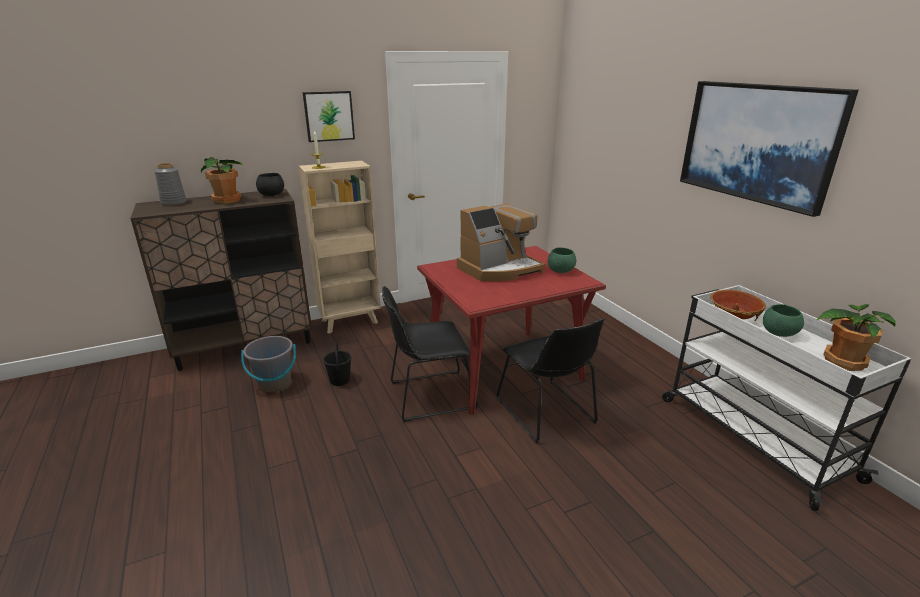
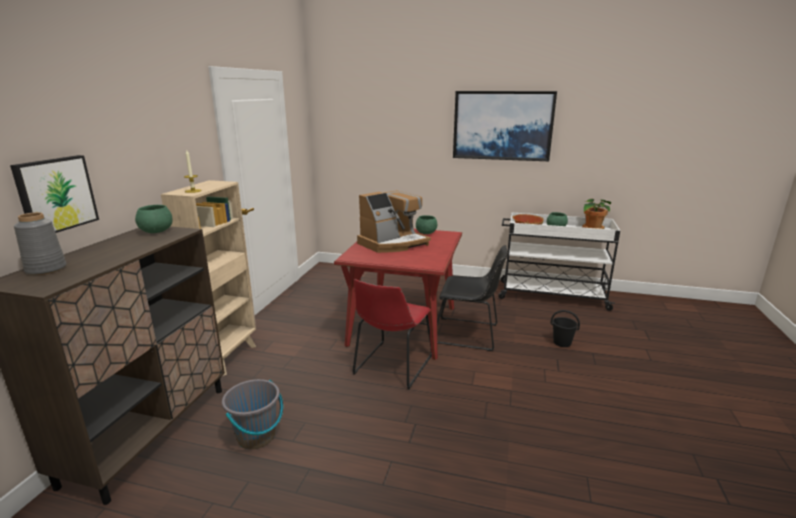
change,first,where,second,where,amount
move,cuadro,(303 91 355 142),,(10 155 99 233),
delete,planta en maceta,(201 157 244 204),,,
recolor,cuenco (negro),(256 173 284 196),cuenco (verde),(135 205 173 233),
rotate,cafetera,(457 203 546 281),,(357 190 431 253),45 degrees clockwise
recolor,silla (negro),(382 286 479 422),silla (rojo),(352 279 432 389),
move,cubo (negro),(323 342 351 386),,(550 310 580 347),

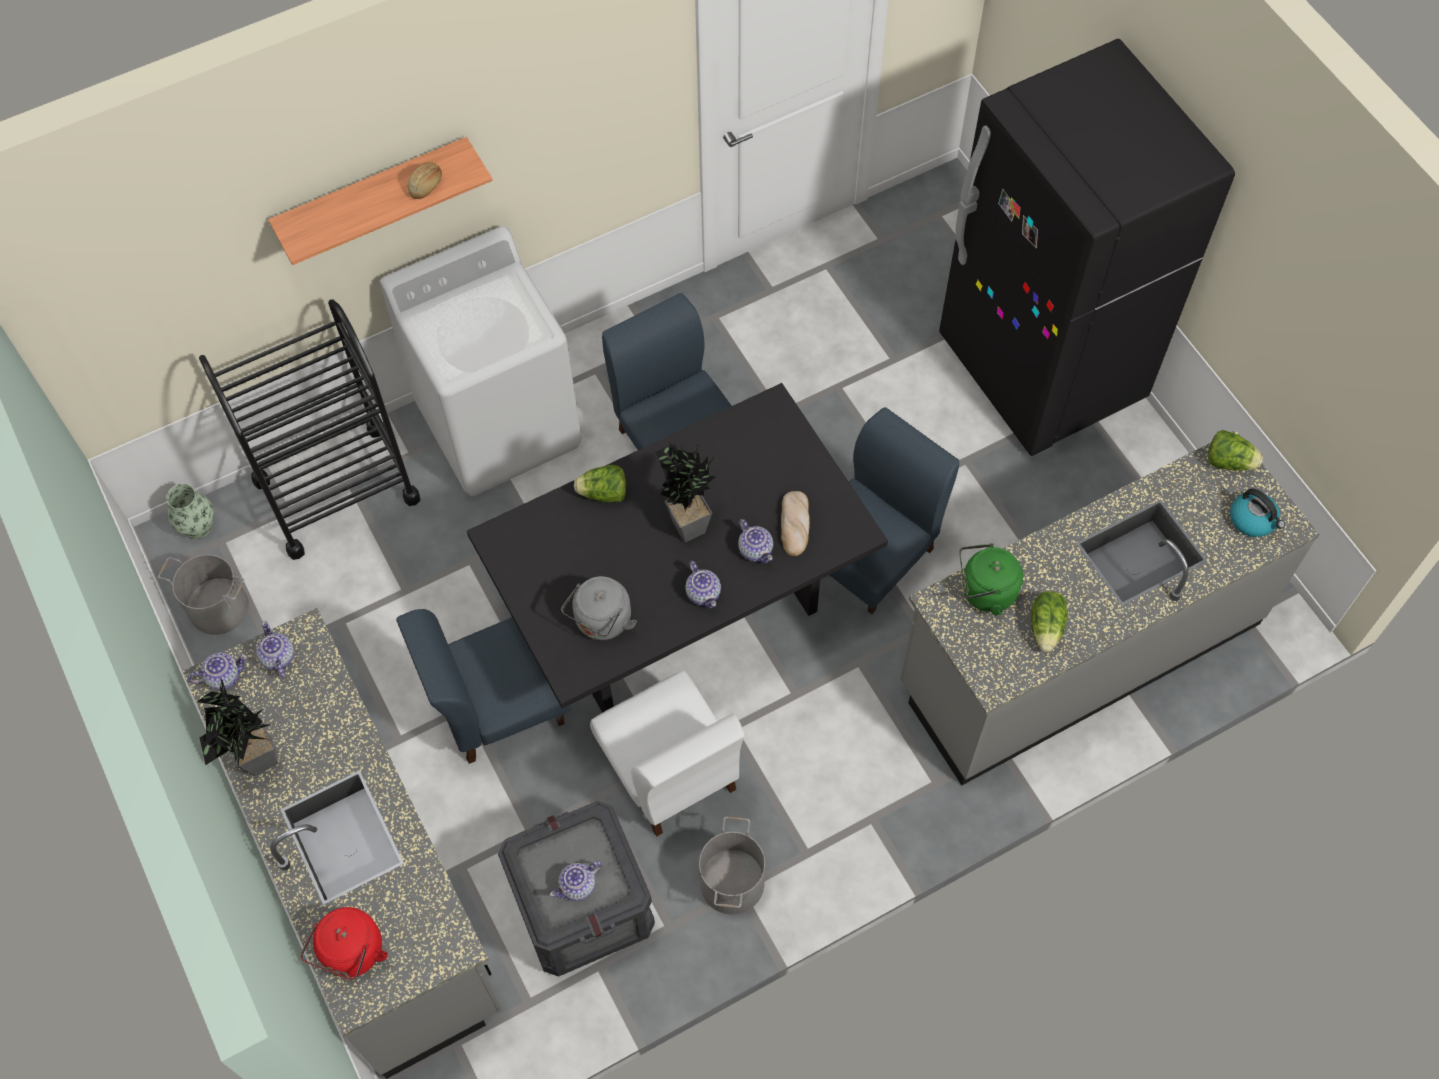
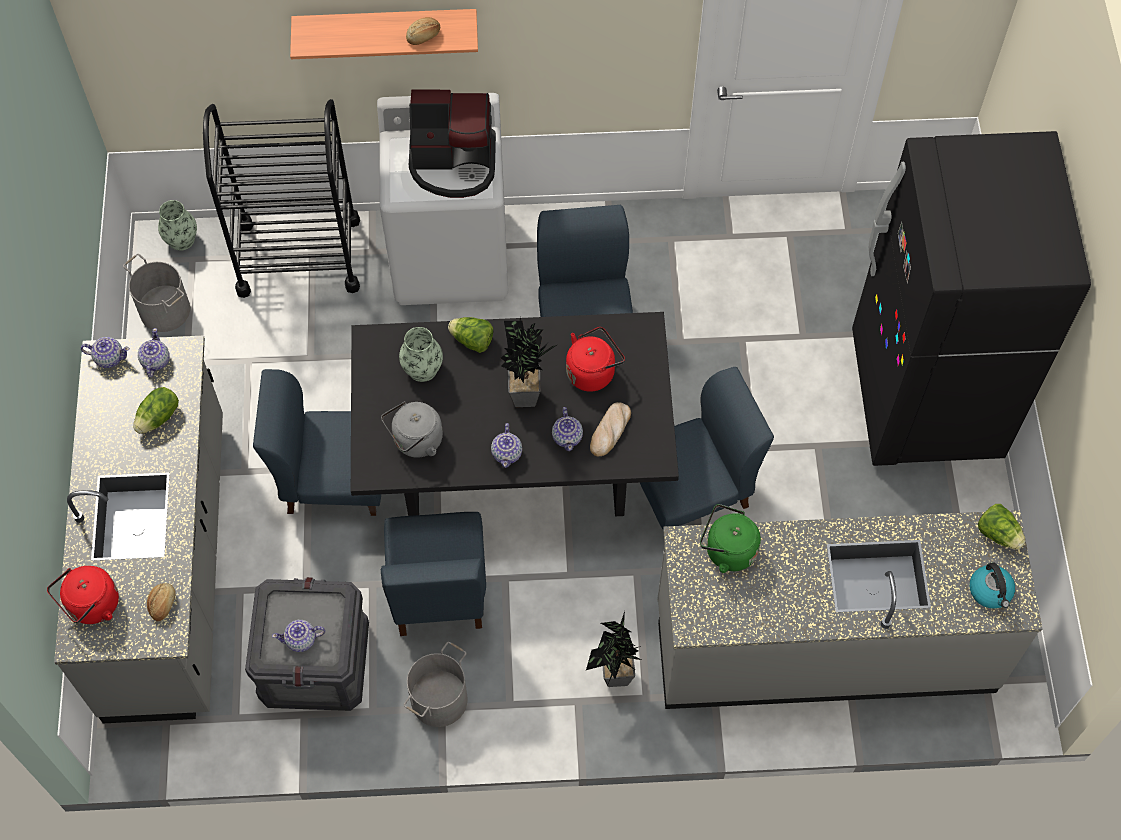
change,first,where,second,where,amount
move,lechuga,(1031 591 1067 652),,(133 387 179 434),
recolor,silla (blanco),(590 670 745 836),silla (azul),(381 512 486 636),
move,planta en maceta,(197 677 278 776),,(586 611 641 687),
insert,,,cafetera,(409 90 496 198),
insert,,,florero,(399 327 443 382),
insert,,,hervidor (rojo),(566 327 625 392),
insert,,,pan,(147 583 176 621),

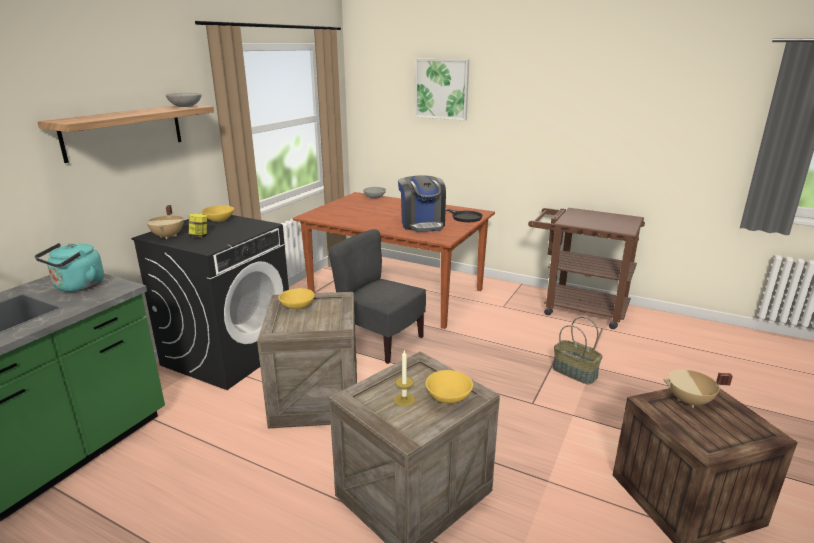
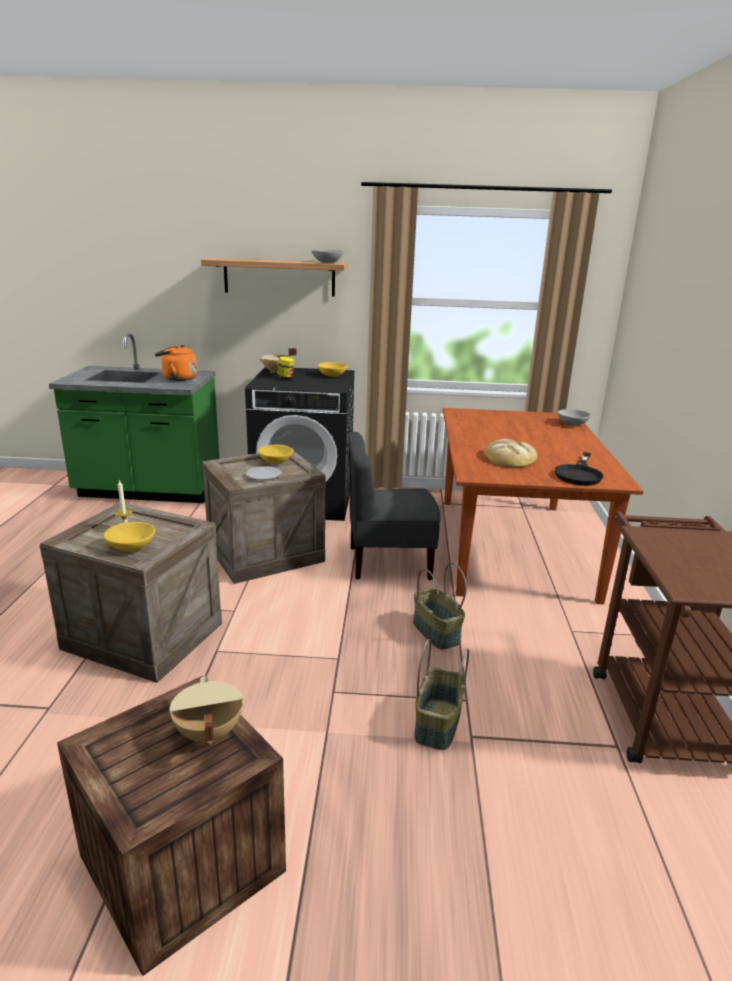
change,first,where,second,where,amount
delete,cuadro,(415 59 469 120),,,
replace,cafetera,(398 175 446 232),pan,(484 439 538 468),
rotate,silla (gris),(328 229 426 364),,(348 432 441 580),105 degrees counterclockwise
recolor,hervidor (turquesa),(35 243 104 292),hervidor (naranja),(155 345 198 381),
insert,,,plato,(246 467 281 480),
insert,,,cesta,(413 562 466 649),

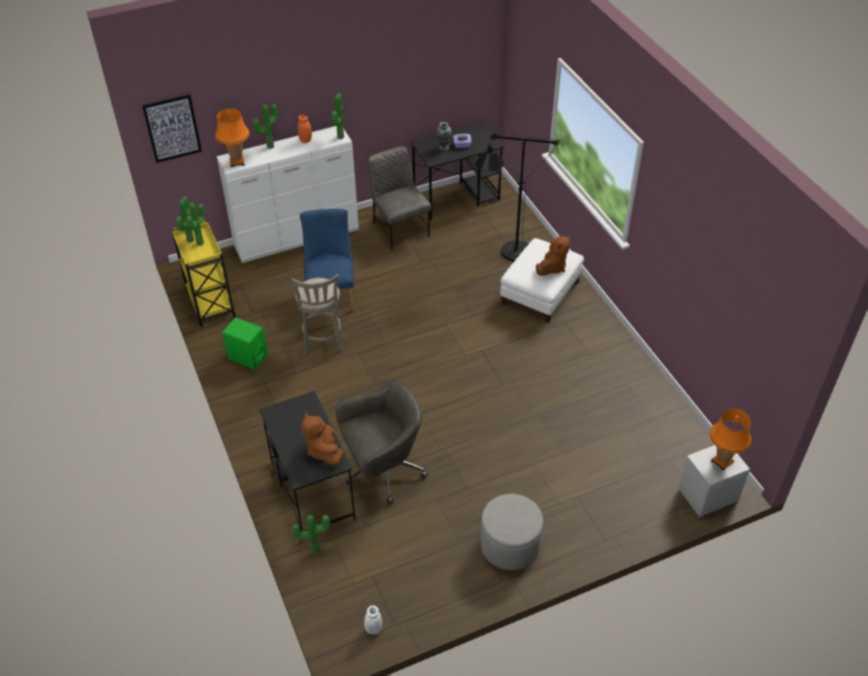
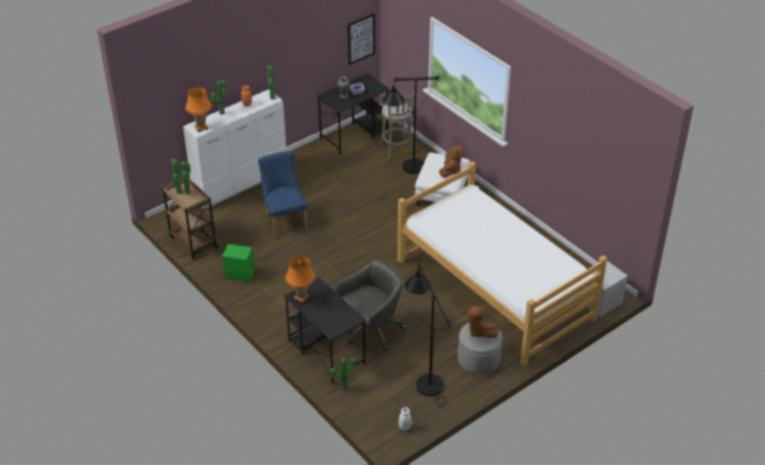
change,first,where,second,where,amount
move,cuadro,(142 94 202 163),,(348 13 375 65),
delete,silla (gris),(369 147 431 250),,,
recolor,carrito (amarillo),(171 221 236 327),carrito (marrón),(162 176 219 260),
move,taburete (gris),(291 274 344 355),,(379 91 417 158),
move,lámpara de mesa (naranja),(710 409 752 471),,(286 256 315 304),
move,peluche (marrón),(301 413 344 465),,(468 305 499 338),
insert,,,cama,(398 161 607 366),
insert,,,lámpara de pie (negro),(405 264 451 407),

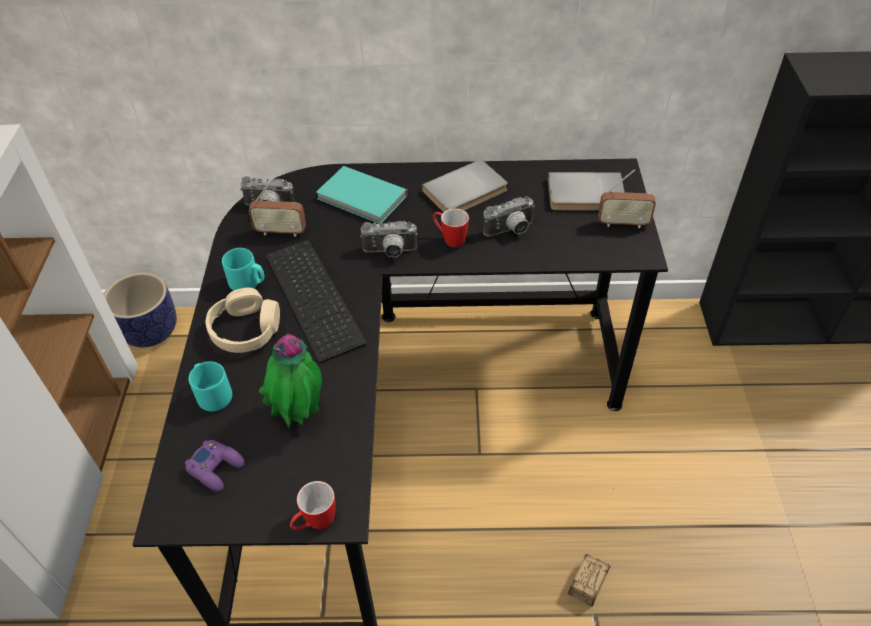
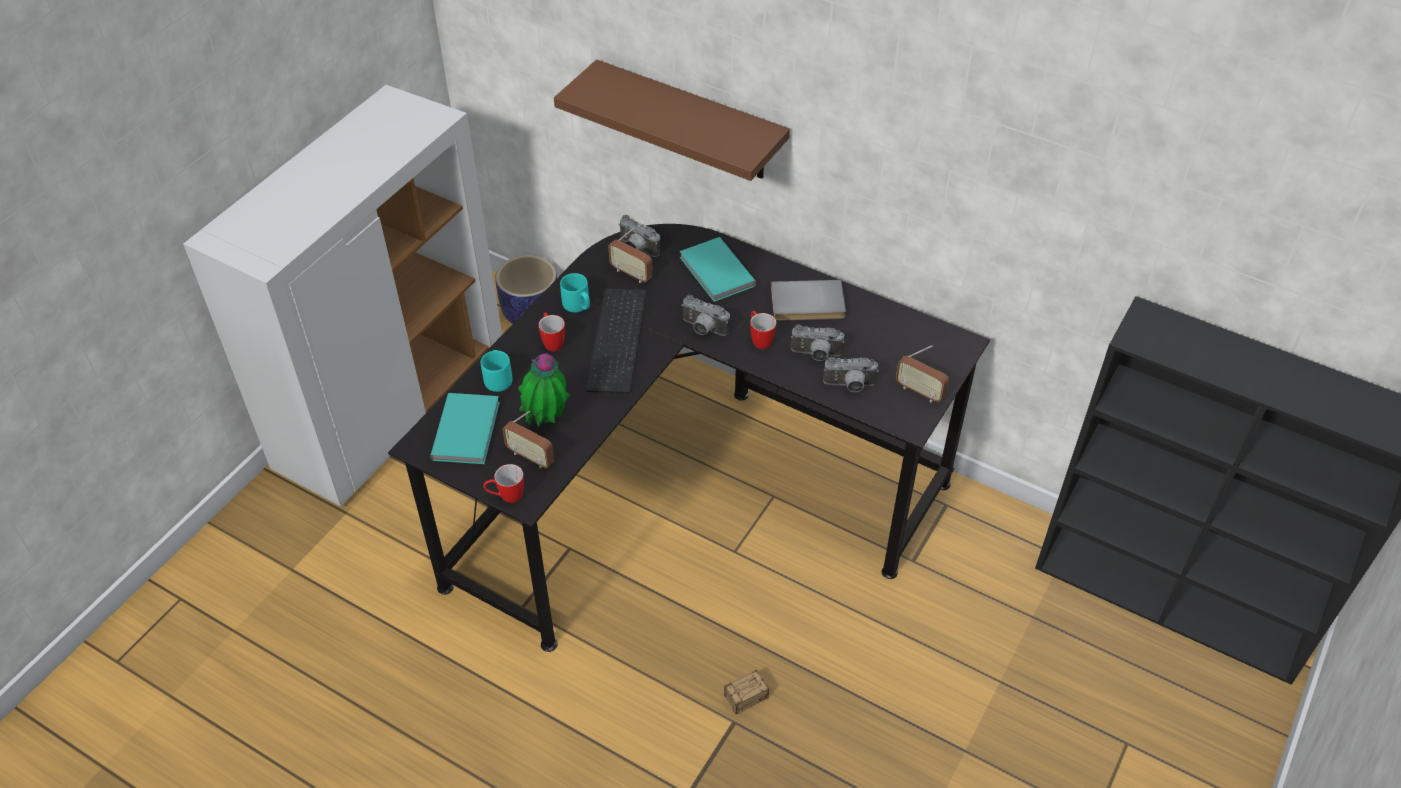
change,first,where,second,where,amount
delete,libro (gris),(548 172 625 211),,,
replace,auriculares (beis),(206 287 280 353),taza grande,(538 312 565 351),
replace,mando de consola (morado),(185 440 245 492),libro (turquesa),(430 393 500 464),
insert,,,estante (marrón),(554 60 790 181),
insert,,,cámara,(823 357 879 392),
insert,,,radio,(503 411 554 468),

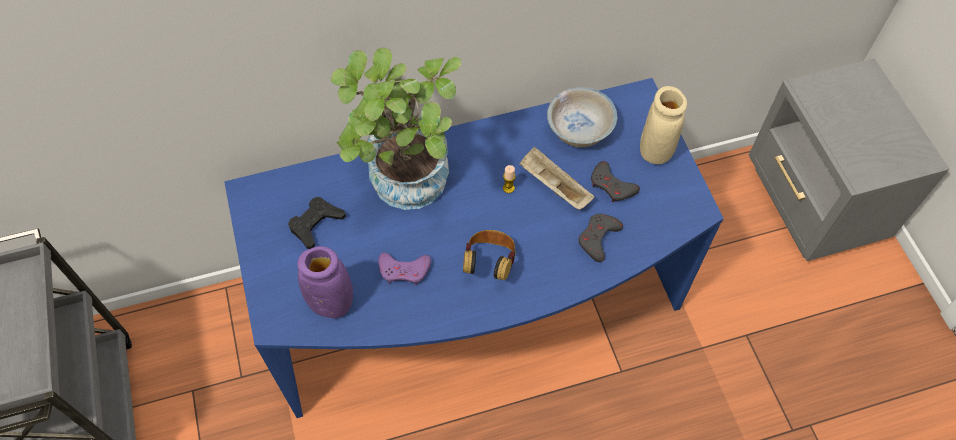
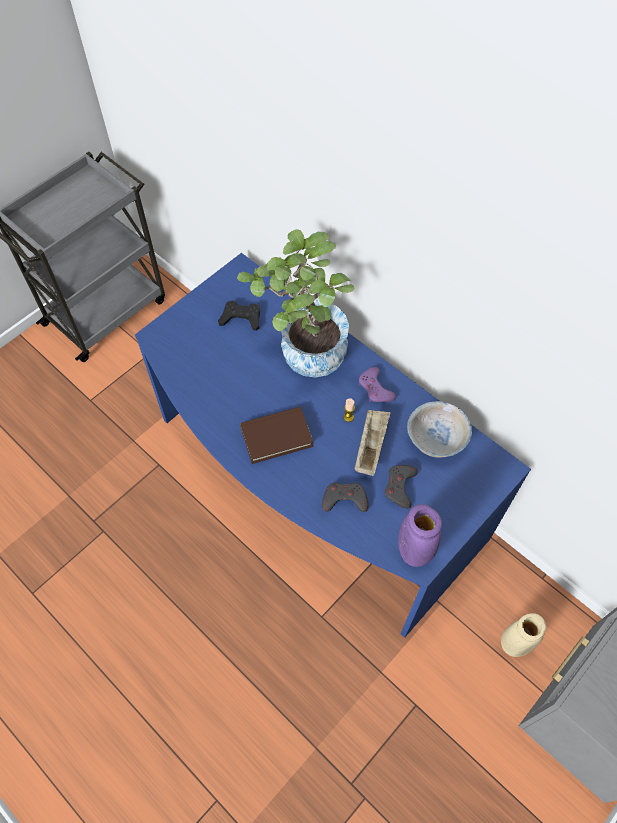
change,first,where,second,where,amount
move,florero (beis),(640 86 687 164),,(501 613 546 657),
replace,auriculares,(463 230 516 280),libro (marrón),(240 407 313 464),
move,florero (morado),(297 246 353 318),,(398 504 442 567),
move,mando de consola (morado),(378 253 431 285),,(359 367 396 402),

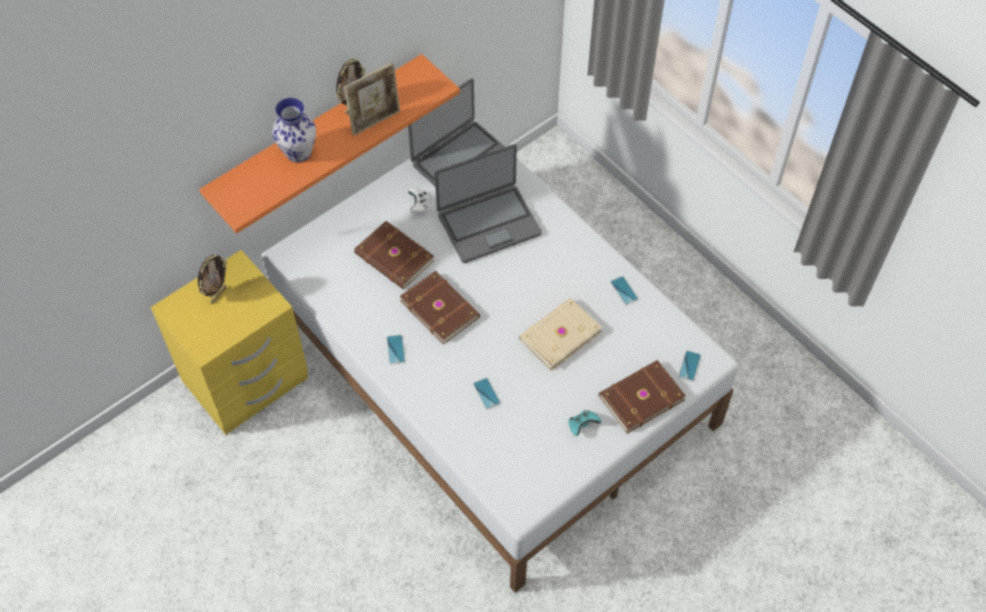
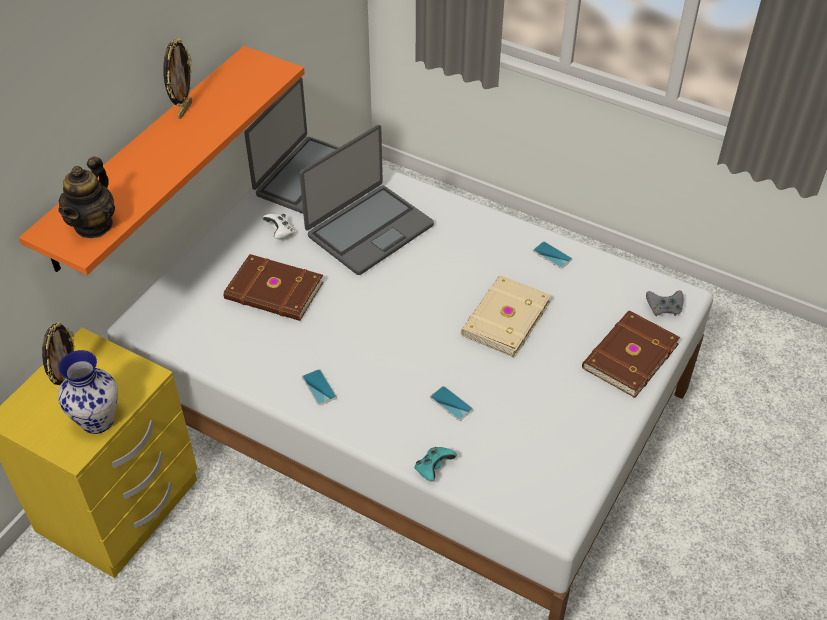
change,first,where,second,where,amount
delete,portarretratos,(344 62 400 136),,,
move,florero,(272 98 316 163),,(58 350 118 434),
delete,libro (marrón),(400 271 480 344),,,
replace,móvil,(678 350 701 381),mando de consola (gris),(646 290 683 316),
move,mando de consola (turquesa),(568 410 601 436),,(414 447 457 481),
insert,,,tetera,(58 157 115 238),

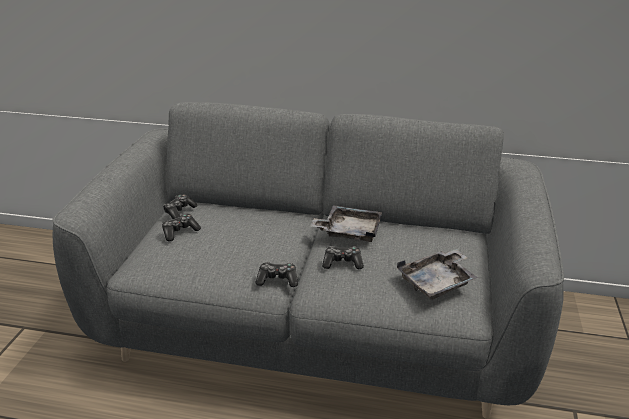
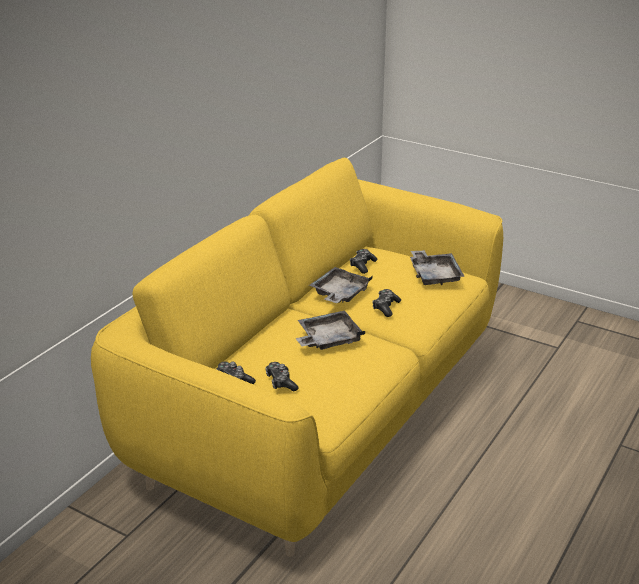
change,first,where,second,where,amount
recolor,sofá (gris),(53 102 564 419),sofá (amarillo),(91 158 503 557),
move,mando de consola,(255 262 298 287),,(350 249 378 274),
insert,,,bandeja (gris),(296 311 365 350),

